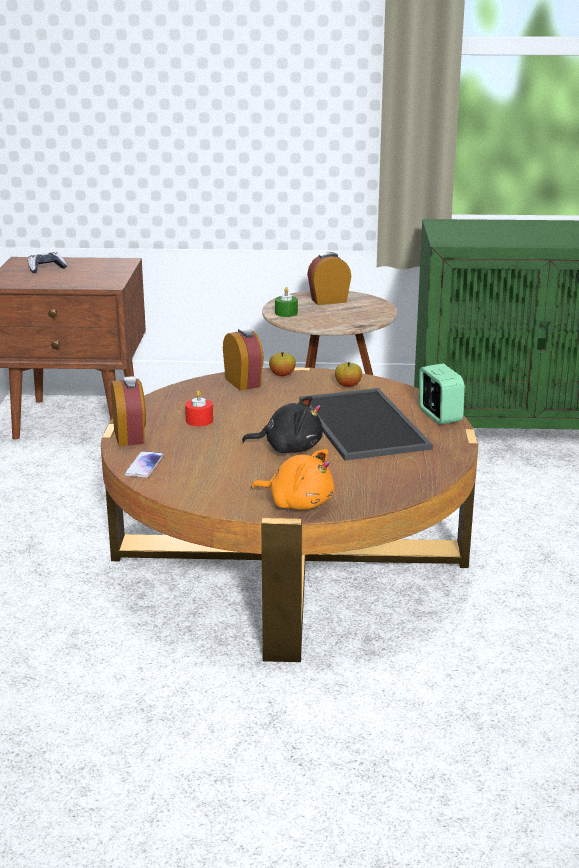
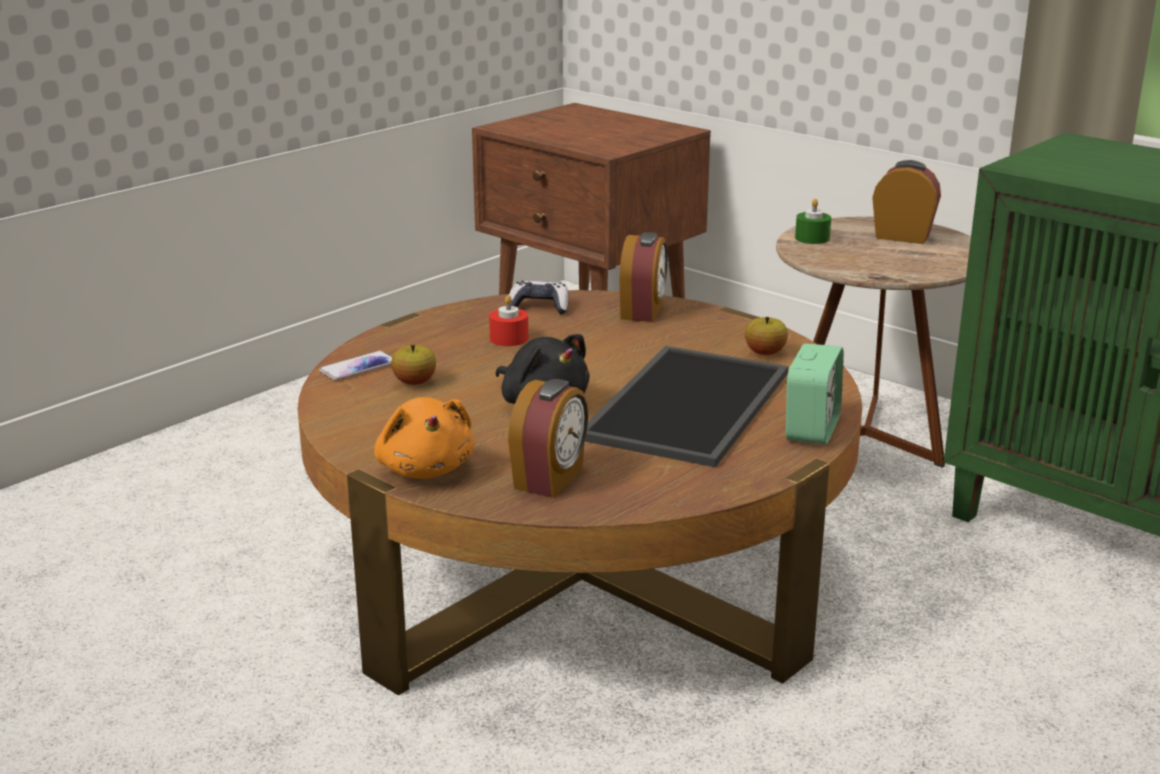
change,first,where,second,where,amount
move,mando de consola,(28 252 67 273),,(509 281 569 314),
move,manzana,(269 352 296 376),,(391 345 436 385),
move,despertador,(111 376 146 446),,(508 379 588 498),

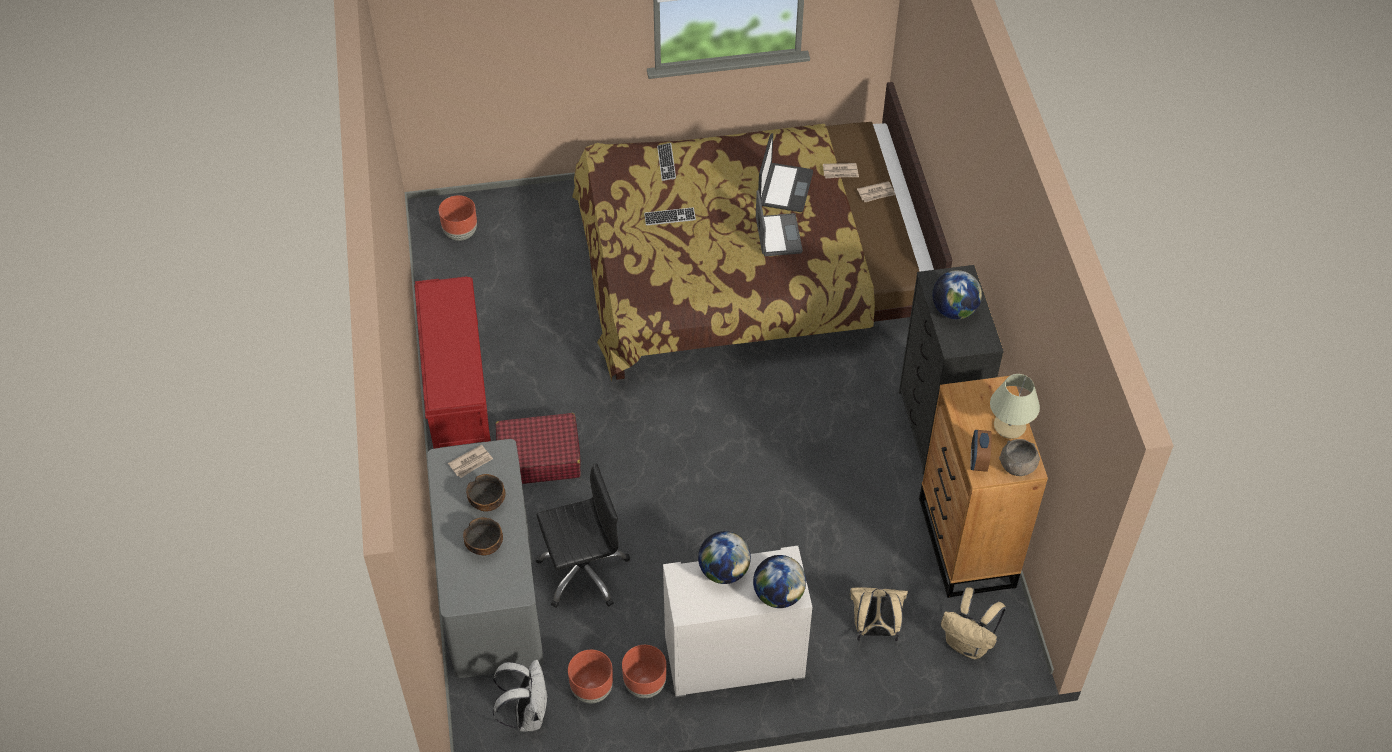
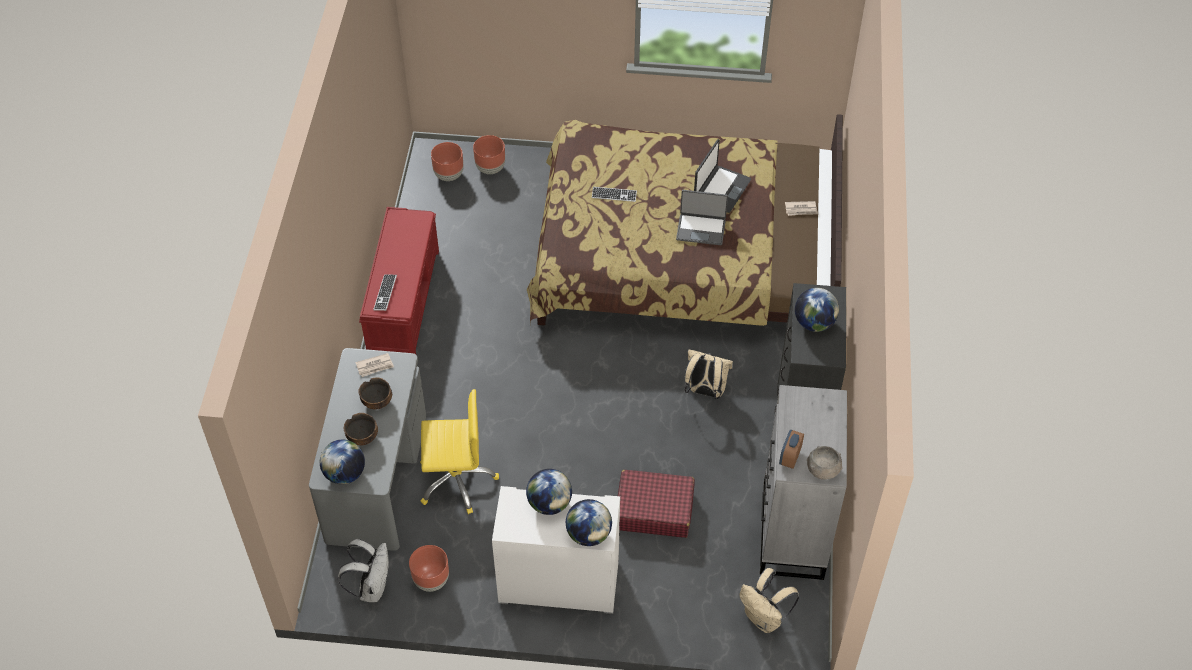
change,first,where,second,where,amount
move,teclado,(657 143 676 181),,(373 275 397 311),
delete,periódico,(823 163 859 178),,,
rotate,portátil,(756 190 803 256),,(676 190 728 245),90 degrees clockwise
delete,lámpara de mesa (beis),(990 374 1040 439),,,
recolor,cómoda (marrón),(919 376 1048 598),cómoda (gris),(760 385 847 580),
move,maleta (rojo),(495 413 581 484),,(618 470 695 538),
recolor,silla de oficina (negro),(536 463 630 608),silla de oficina (amarillo),(420 389 499 514),
move,mochila (beis),(850 587 908 641),,(685 350 733 399),
move,maceta (marrón),(622 645 667 698),,(473 135 505 174),
insert,,,globo terráqueo,(320 440 365 484),

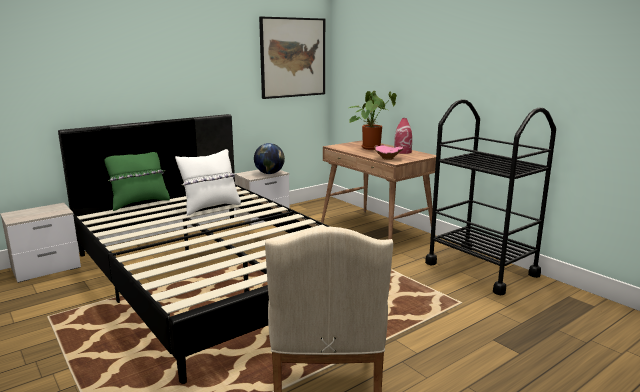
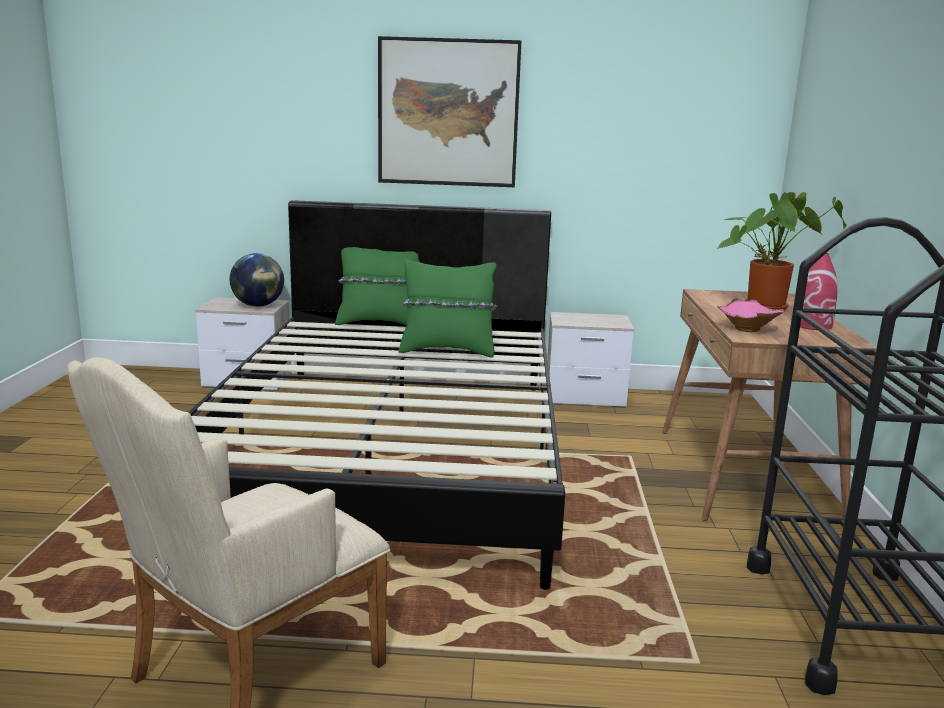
change,first,where,second,where,amount
move,cuadro,(259 17 325 99),,(378 36 521 187),
move,globo terráqueo,(254 143 285 174),,(230 253 284 307),
recolor,cojín (blanco),(175 149 241 216),cojín (verde),(399 259 497 357),

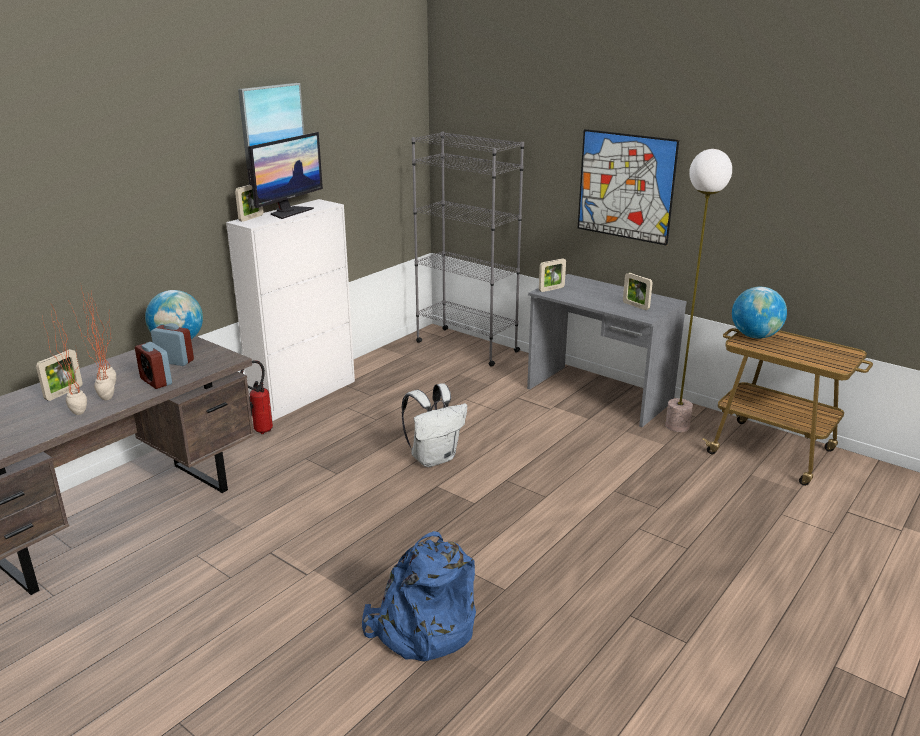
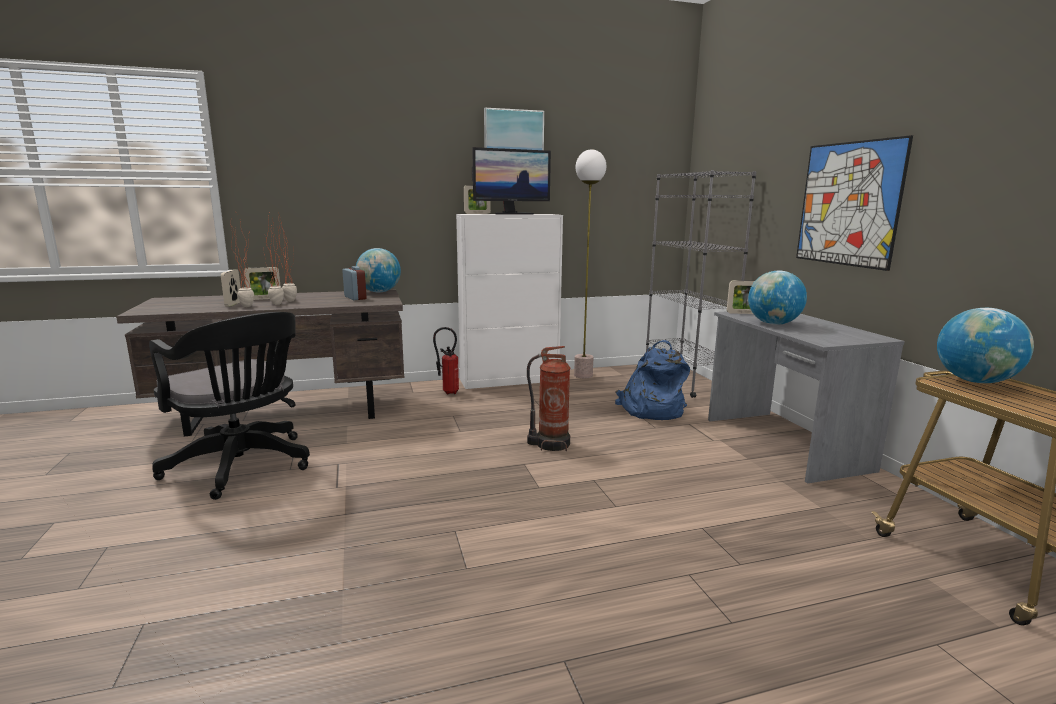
change,first,where,second,where,amount
move,lámpara de pie,(665 149 732 432),,(574 149 606 378),
move,portarretratos,(623 273 653 310),,(221 270 241 307),
delete,despertador,(135 342 172 389),,,
replace,mochila (blanco),(402 383 467 467),extintor,(527 346 570 451),
move,mochila (azul),(362 531 476 661),,(615 340 690 420),
insert,,,globo terráqueo,(748 270 807 325),
insert,,,silla de oficina (negro),(149 312 310 500),

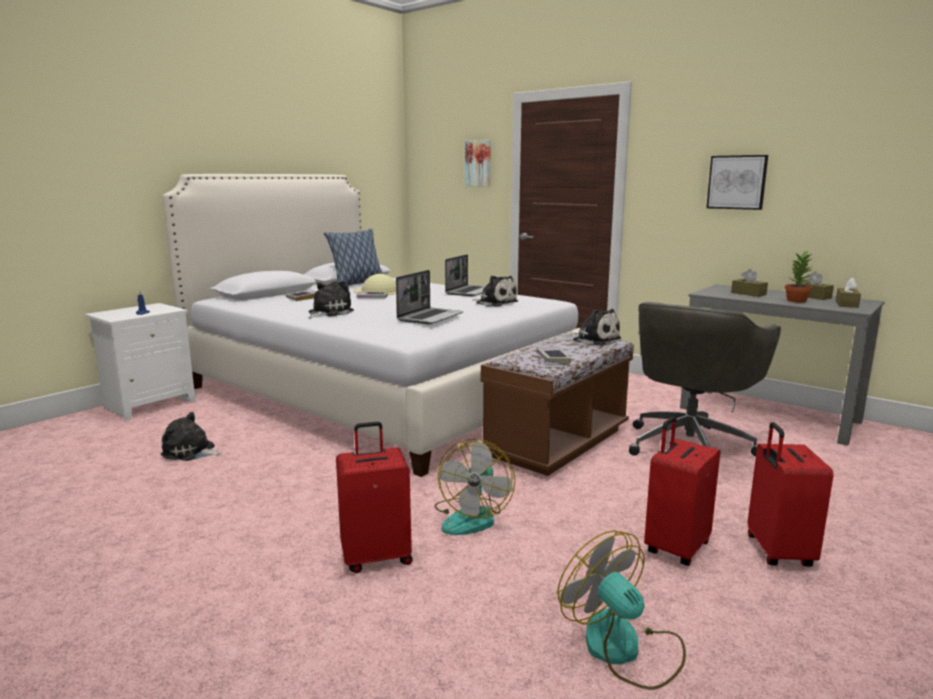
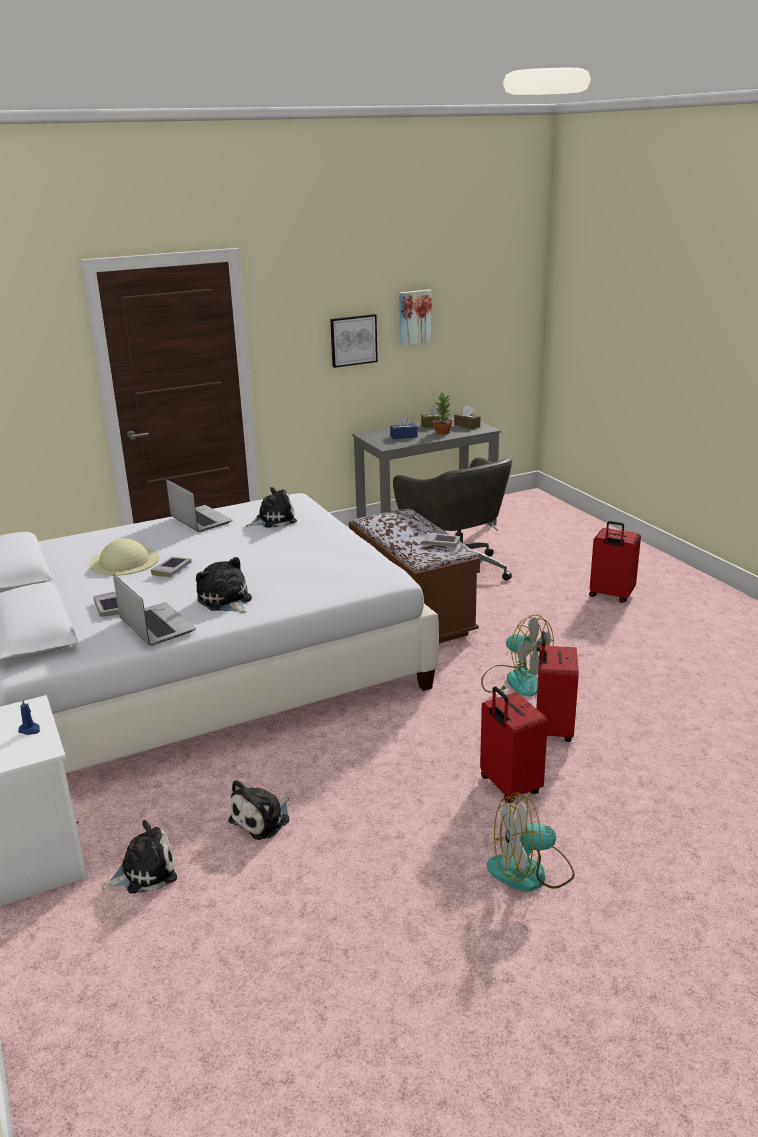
change,first,where,second,where,amount
move,cuadro,(465 140 491 187),,(399 289 432 346),
delete,cojín,(324 229 383 286),,,
recolor,caja de pañuelos (marrón),(731 269 768 297),caja de pañuelos (azul),(390 416 418 439),
move,portátil,(396 270 464 324),,(113 574 196 646),
move,peluche,(566 309 621 346),,(101 820 177 894),
move,maleta (rojo),(644 416 720 566),,(480 686 548 803),
move,ventilador,(557 531 686 690),,(487 792 575 892),

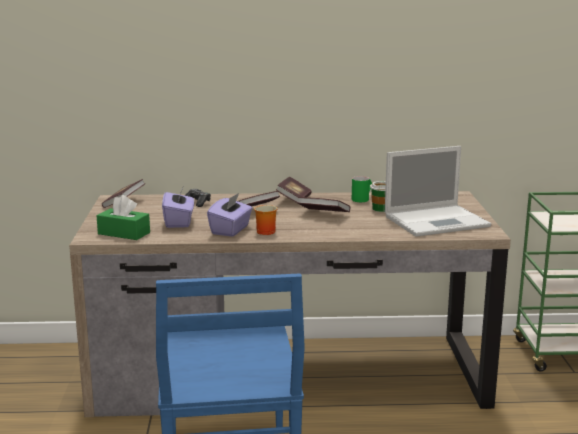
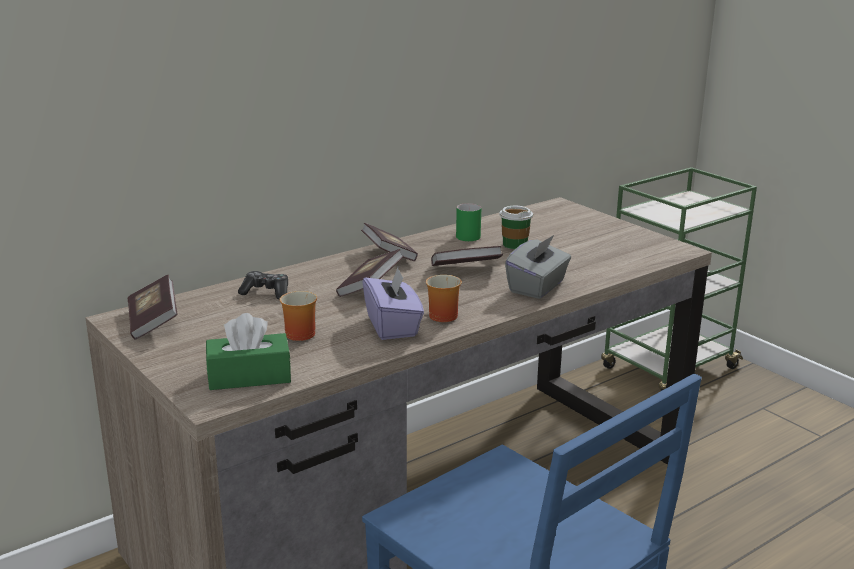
change,first,where,second,where,amount
delete,portátil,(385 146 491 237),,,
replace,caja de pañuelos (morado),(162 185 194 228),taza grande,(280 291 317 341),
insert,,,caja de pañuelos (gris),(505 235 571 299),

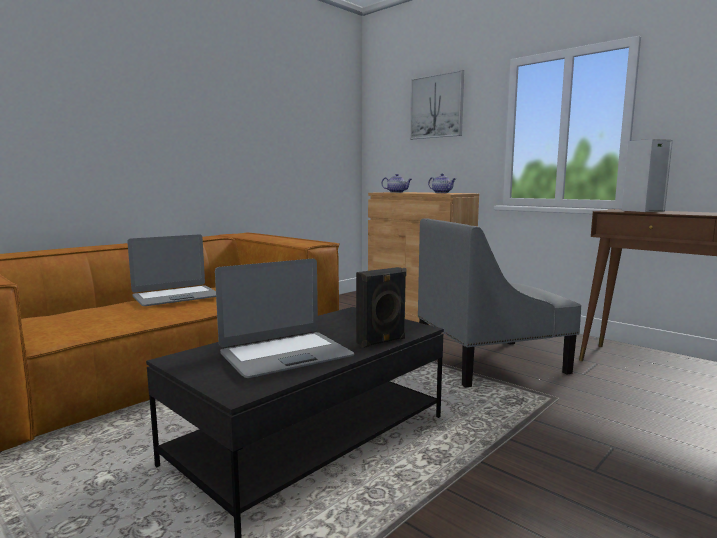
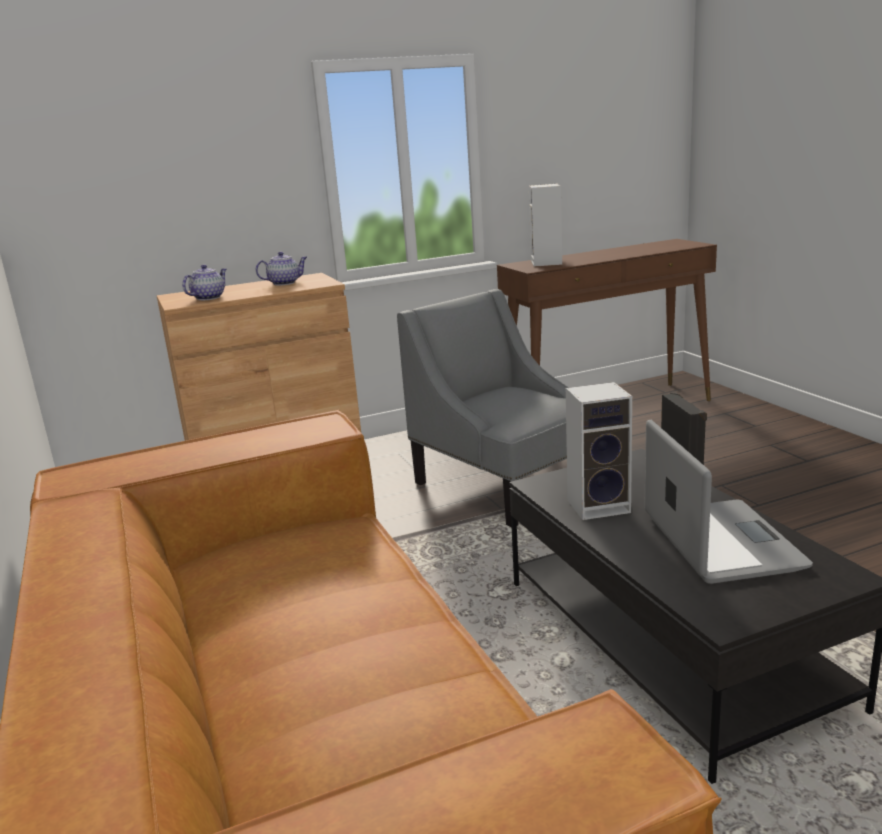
change,first,where,second,where,amount
delete,cuadro,(410 70 464 139),,,
rotate,sillón (gris),(418 218 582 388),,(397 289 569 528),135 degrees clockwise
delete,portátil,(127 234 216 306),,,
insert,,,altavoz,(566 382 632 520),

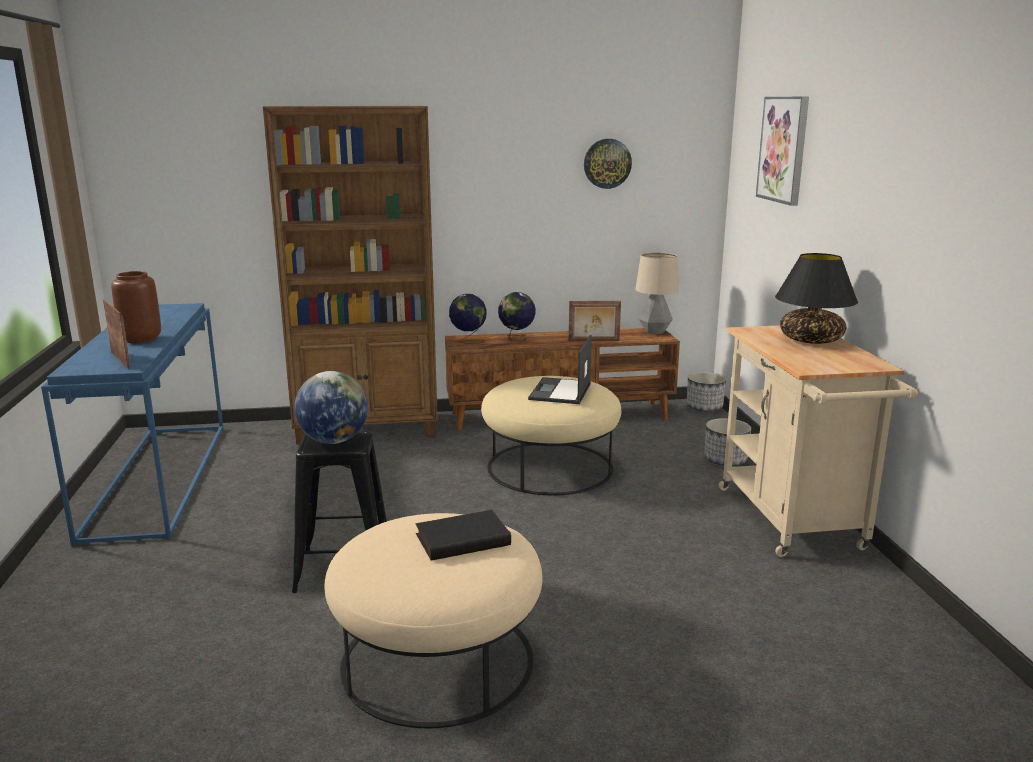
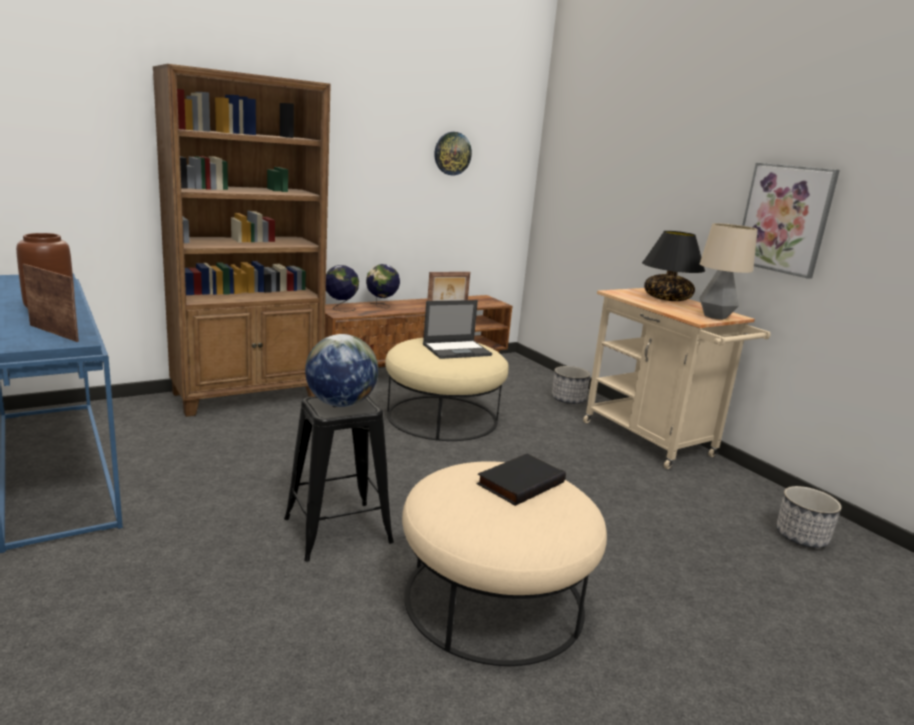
change,first,where,second,where,amount
move,cuadro,(756 97 809 206),,(742 162 840 279),
move,lámpara de mesa,(635 252 679 334),,(699 223 758 320),
rotate,portátil,(528 335 592 404),,(423 300 492 359),105 degrees counterclockwise
move,maceta,(687 372 726 411),,(776 486 842 548),

